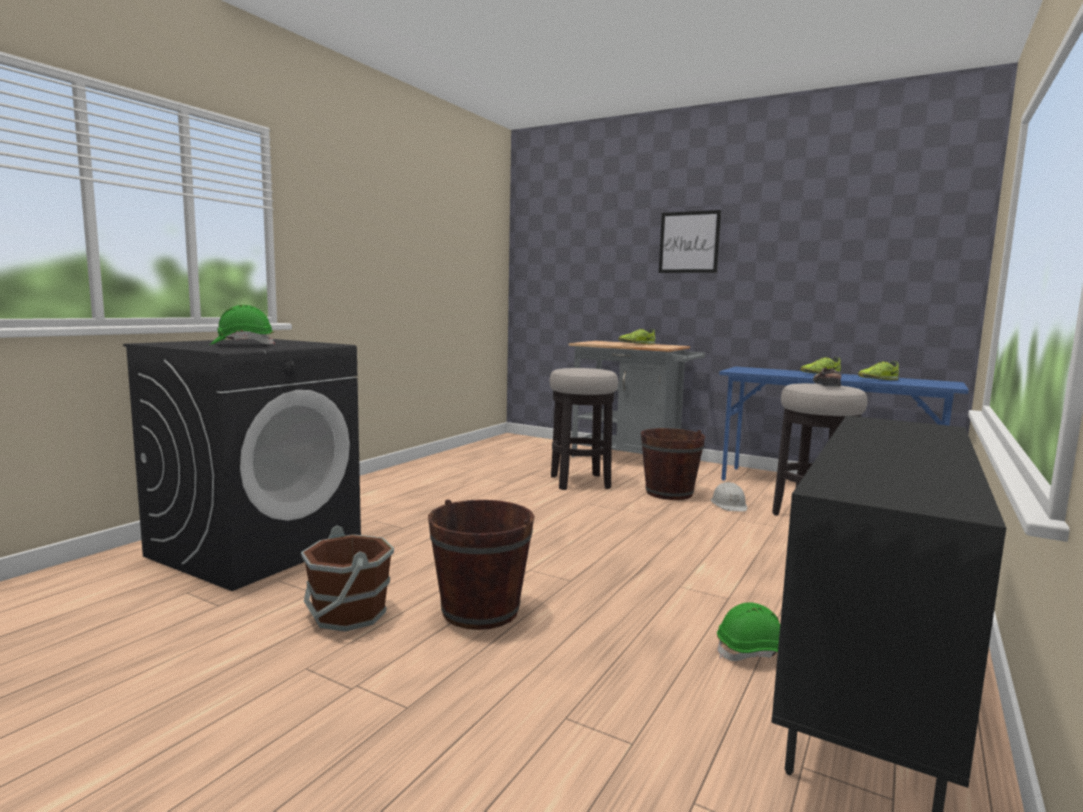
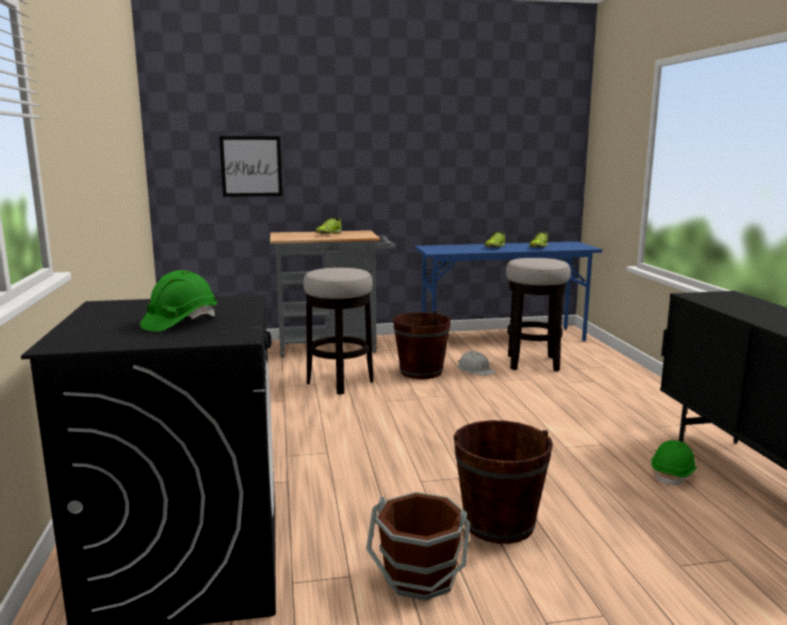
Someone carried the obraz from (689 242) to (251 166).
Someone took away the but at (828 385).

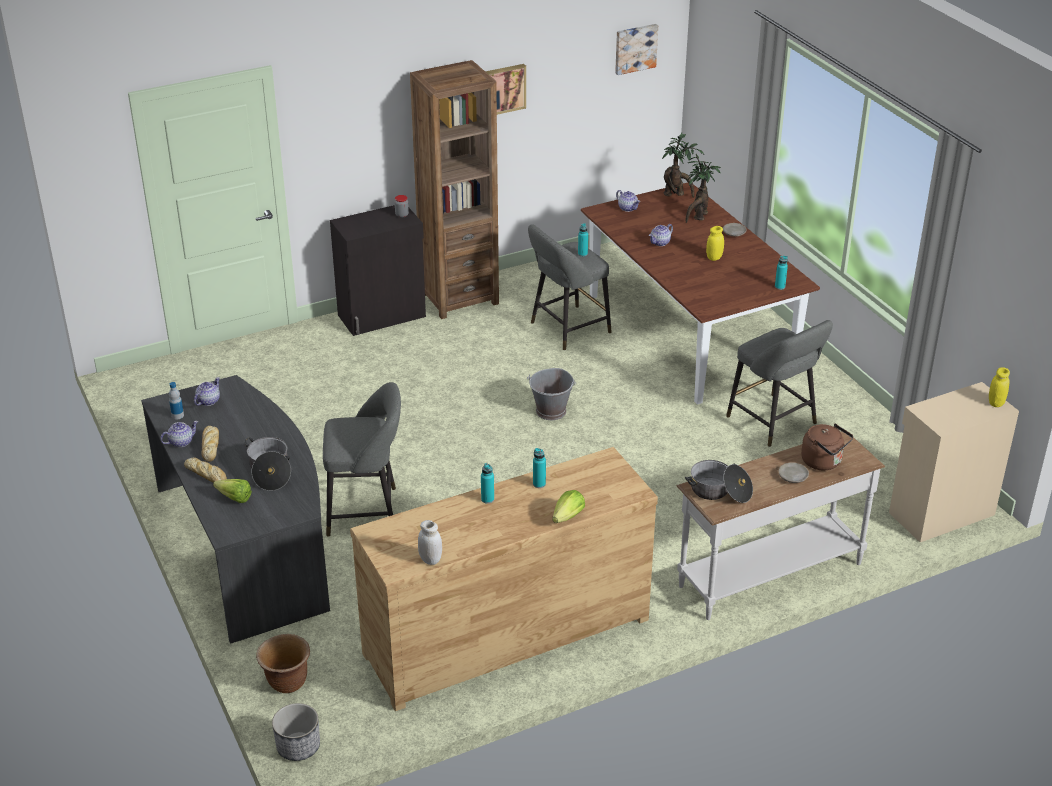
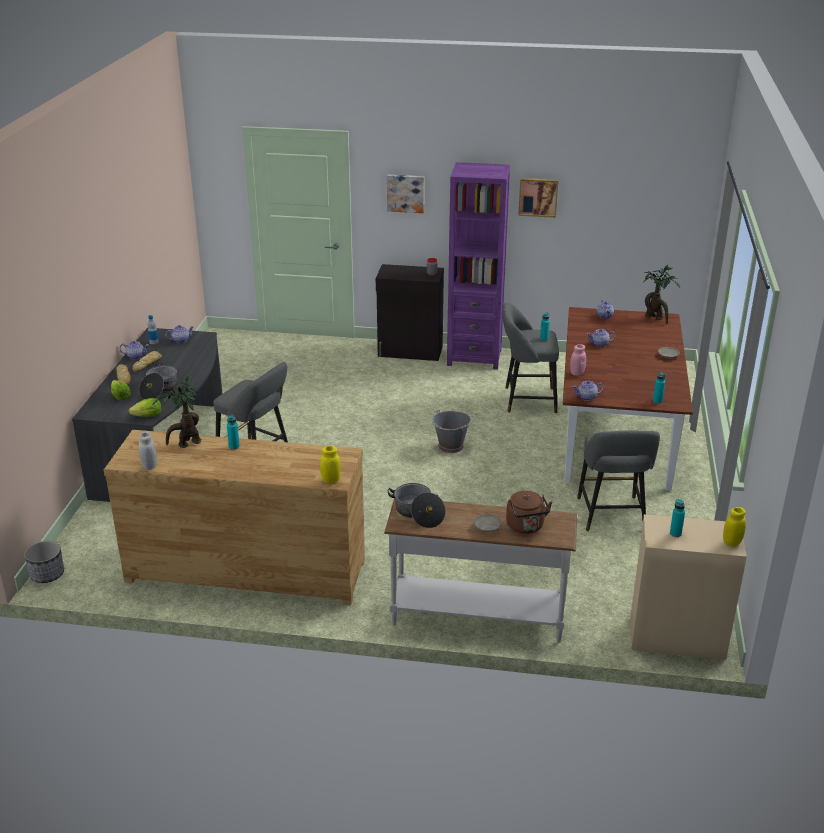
Someone took away the donica/brązowy at (287 683).
Someone repainted the regał/brązowy at (459 298), which became the regał/fioletowy at (474 357).
Someone carried the butelka/turkusowy from (539 484) to (675 533).
Someone carried the sałata from (568 517) to (148 416).
Someone carried the obraz from (635 48) to (405 193).
Someone carried the roślina doniczkowa from (698 217) to (186 444).
Someone carried the słoik/żółty from (714 258) to (330 480).
Someone put down the słoik/różowy at (577 373).
Someone put down the imbryk at (587 397).

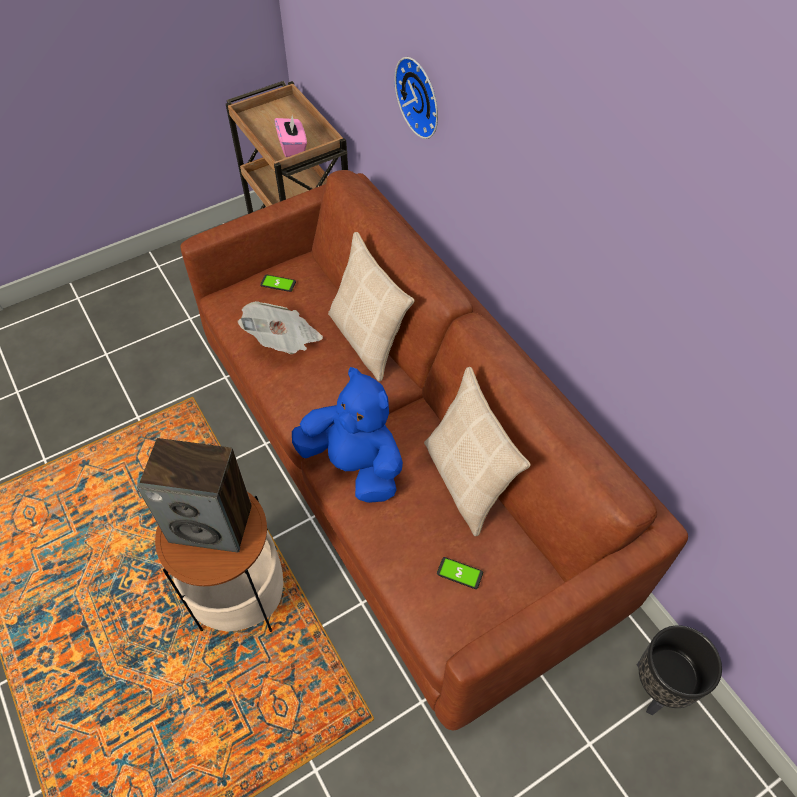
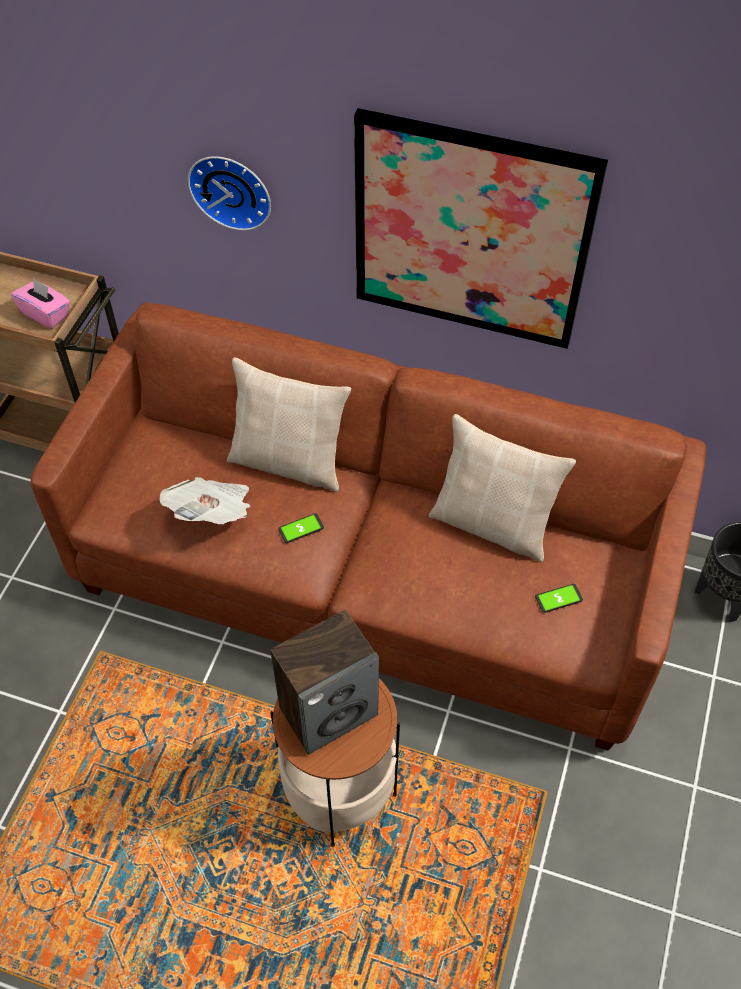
Someone carried the telefon from (278 283) to (301 528).
Someone took away the pluszak/niebieski at (354 465).
Someone put up the obraz at (470 232).

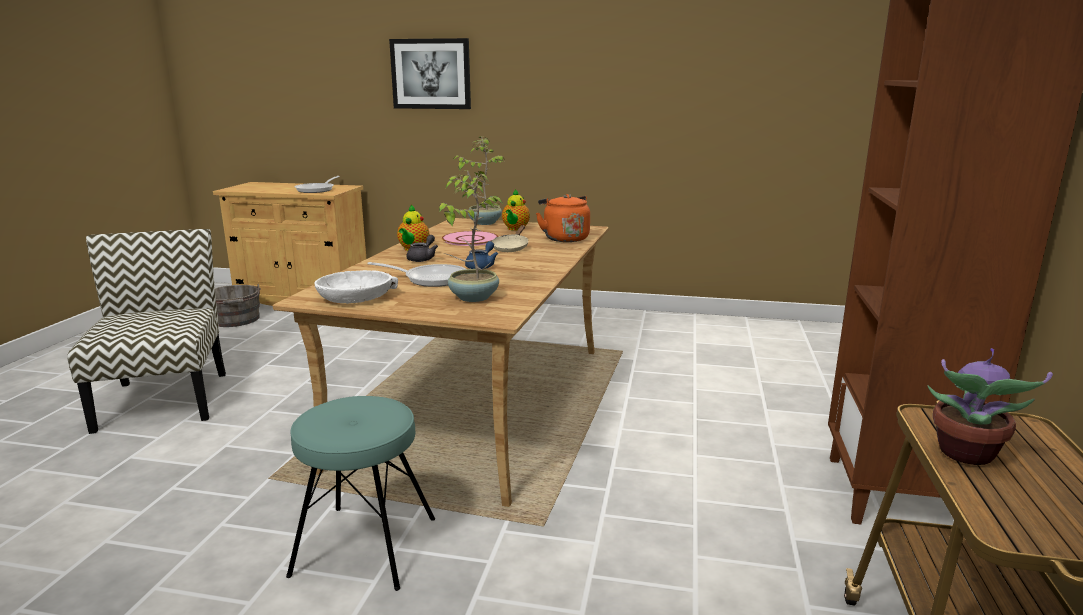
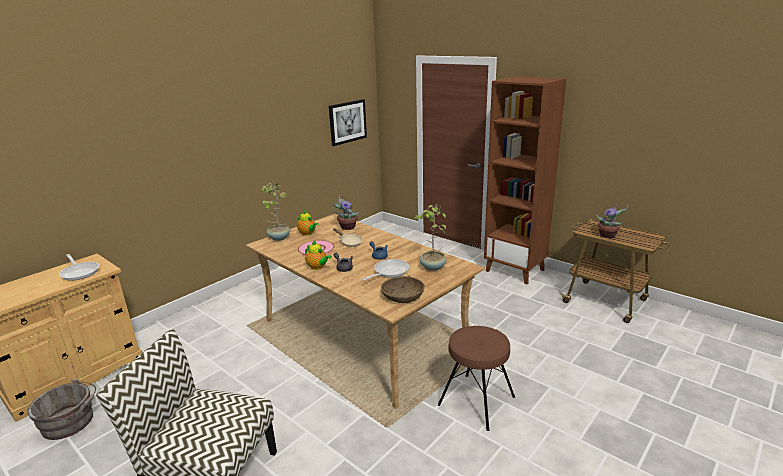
Someone repainted the stołek/turkusowy at (365 546), which became the stołek/brązowy at (476 401).
Someone repainted the miska/biały at (355 297), which became the miska/brązowy at (402 295).
Someone carried the obraz from (431 74) to (347 122).
Someone swapped the czajnik/pomarańczowy at (564 238) for the roślina doniczkowa at (347 227).

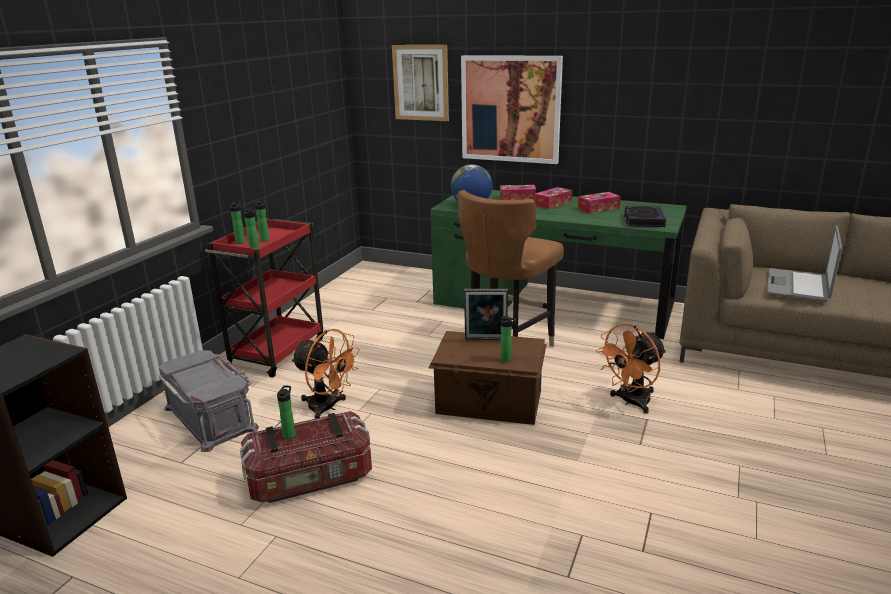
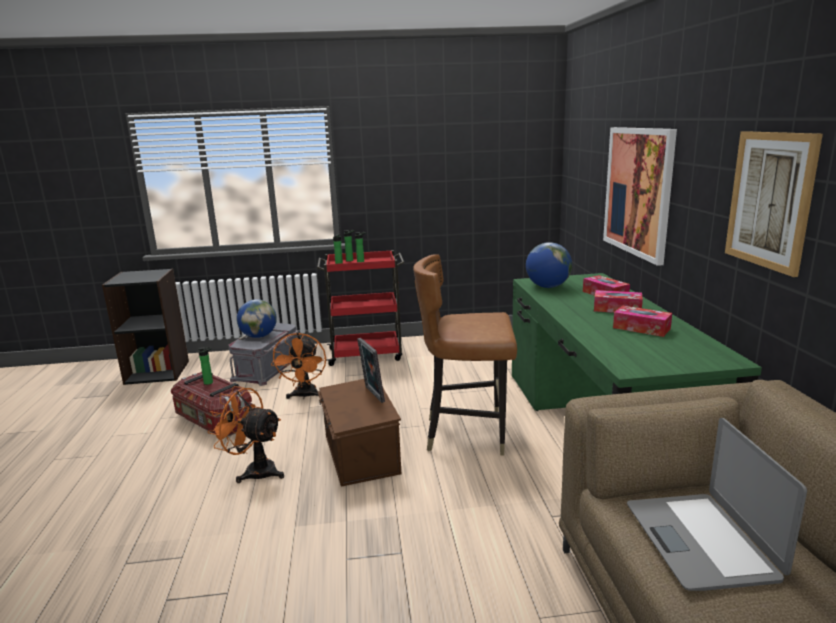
Someone carried the obraz from (421 83) to (769 200).
Someone took away the butelka at (507 359).
Someone carried the wentylator/pomarańczowy from (630 402) to (254 471).
Someone took away the książka at (643 220).
Someone rotated the laptop at (798 286) by 90 degrees counterclockwise.
Someone put down the globus at (259 336).

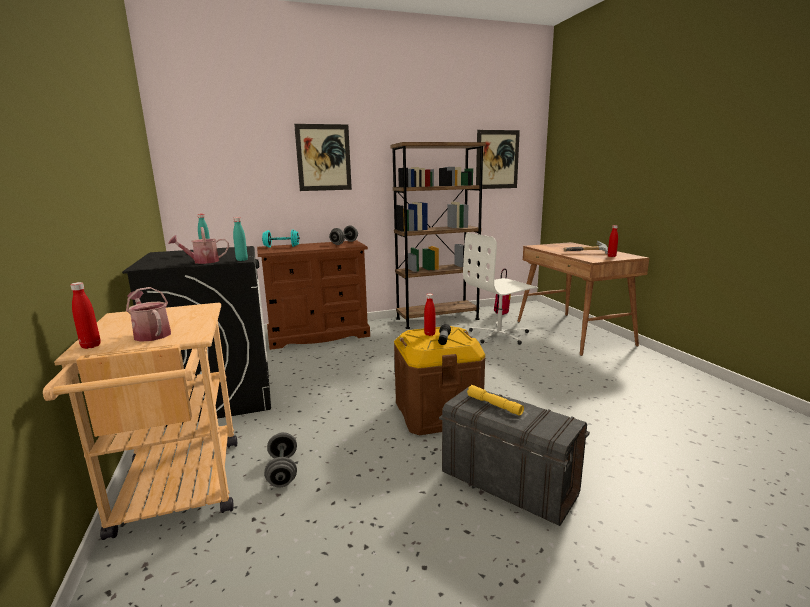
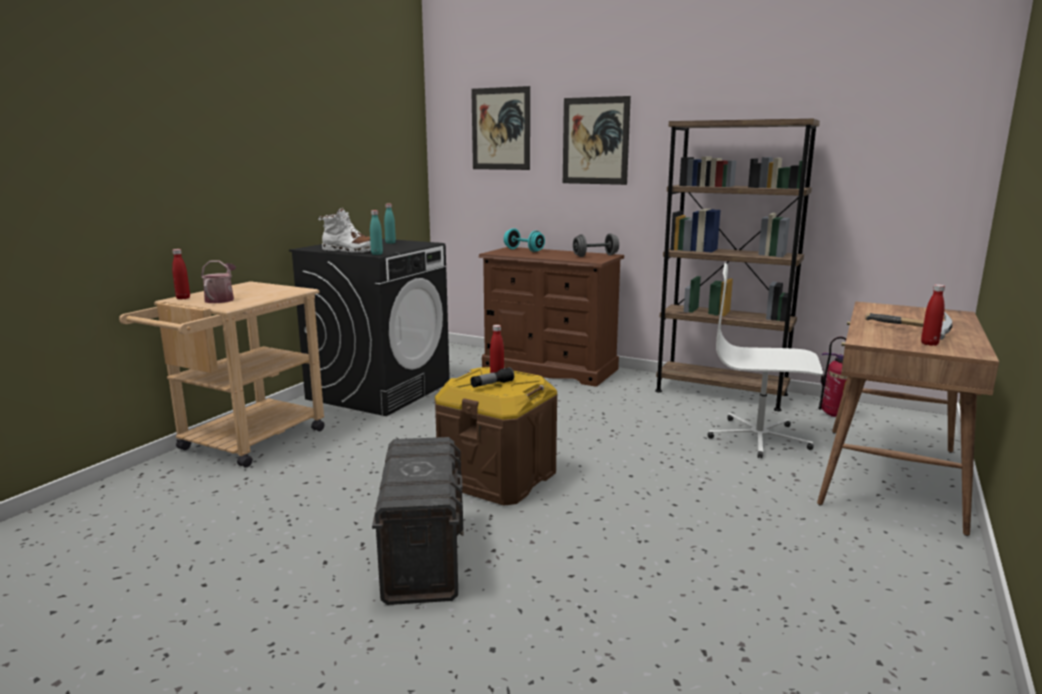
Someone swapped the konewka at (202 262) for the but z cholewką/biały at (351 251).
Someone took away the hantel/szary at (282 471).
Someone took away the latarka/żółty at (494 405).
Someone carried the obraz from (497 159) to (500 129).

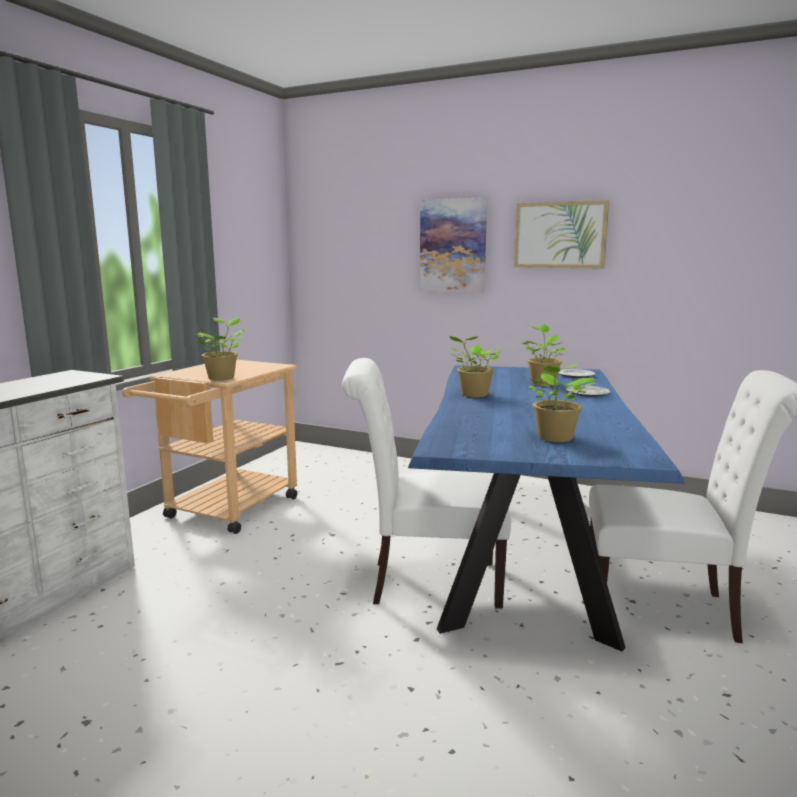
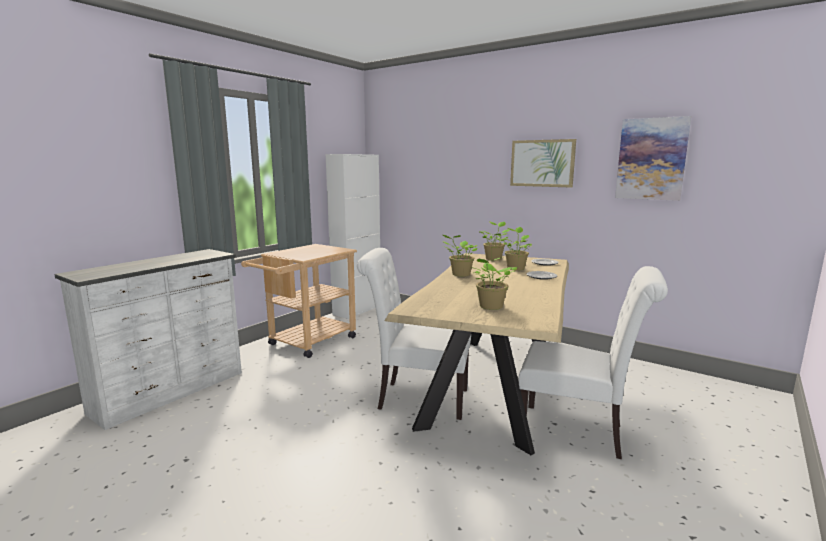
Someone carried the roślina doniczkowa from (222 377) to (494 258).
Someone repainted the stół jadalny/niebieski at (524 552), which became the stół jadalny/beżowy at (492 384).
Someone carried the obraz from (453 246) to (651 159).
Someone put down the szafka/biały at (357 310).

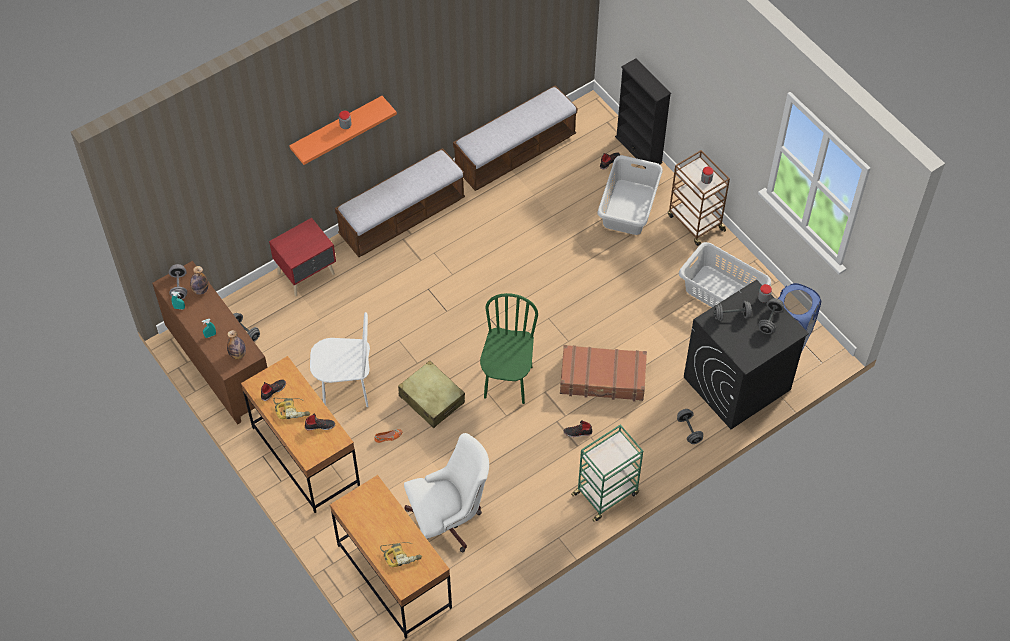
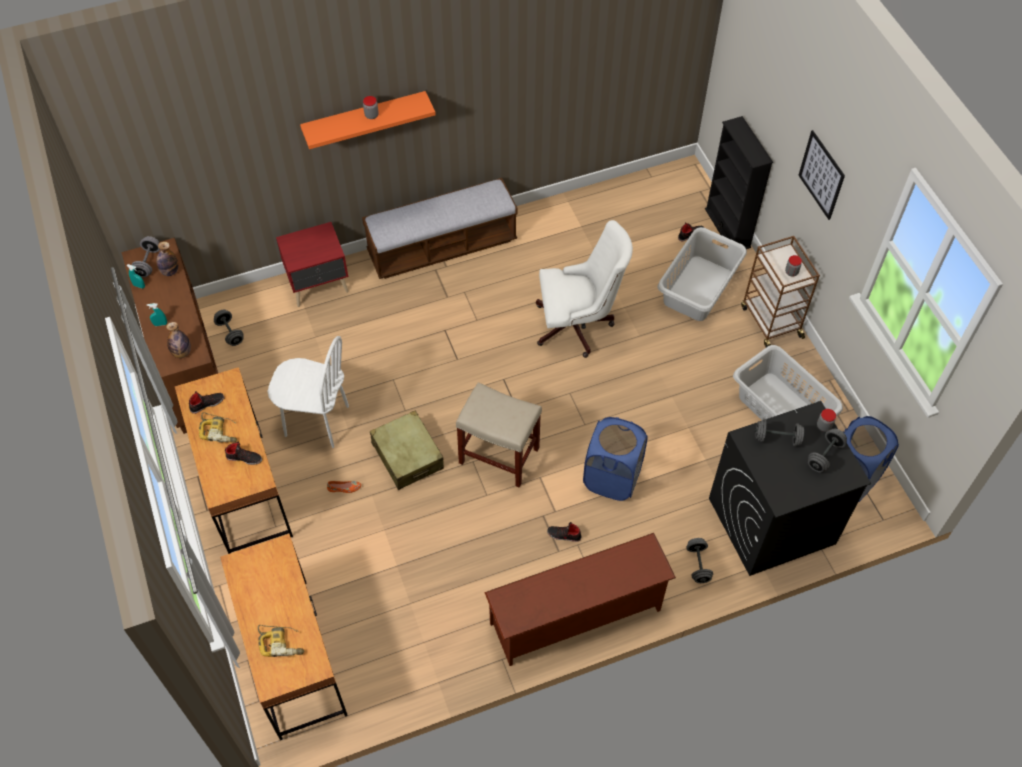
Someone carried the krzesło biurowe/biały from (448 521) to (578 326).
Someone took away the ławka at (515 153).
Someone swapped the krzesło/zielony at (507 382) for the stołek/beżowy at (500 456).
Someone swapped the walizka/brązowy at (603 379) for the kosz na pranie/niebieski at (612 478).
Someone swapped the wózek/zielony at (606 493) for the regał na buty/brązowy at (576 618).
Someone put up the obraz at (821 175).

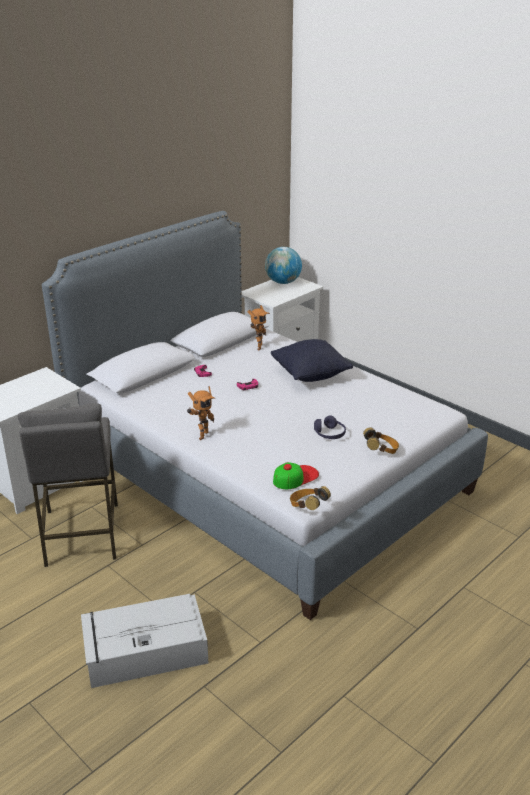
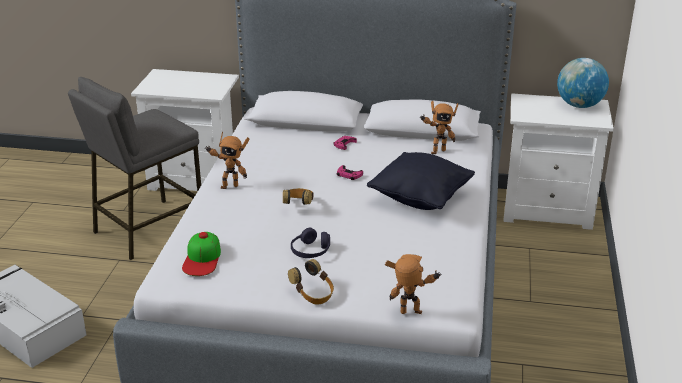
Someone rotated the czapka z daszkiem at (295 477) by 75 degrees clockwise.
Someone carried the słuchawki from (307 507) to (298 205).
Someone put down the robot zabawkowy at (411 315).

